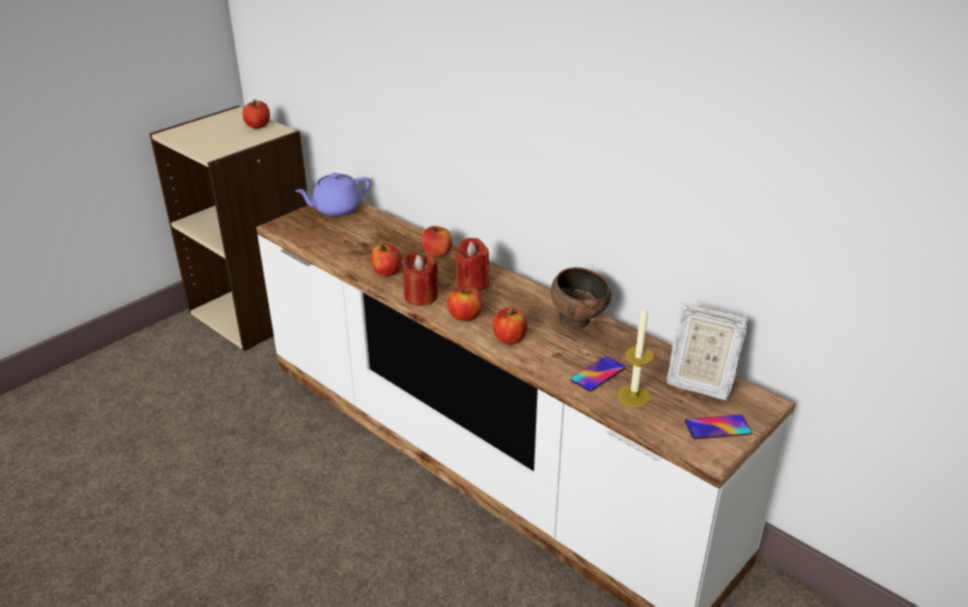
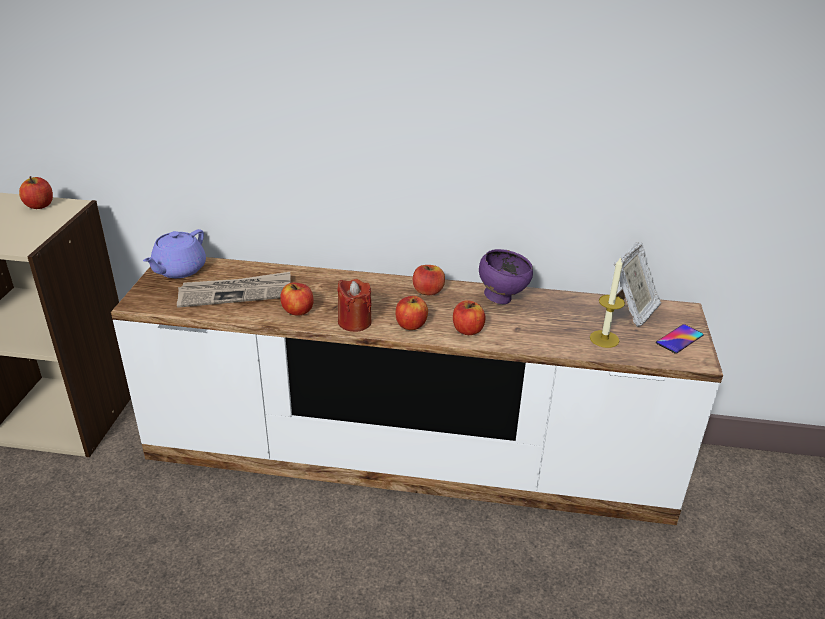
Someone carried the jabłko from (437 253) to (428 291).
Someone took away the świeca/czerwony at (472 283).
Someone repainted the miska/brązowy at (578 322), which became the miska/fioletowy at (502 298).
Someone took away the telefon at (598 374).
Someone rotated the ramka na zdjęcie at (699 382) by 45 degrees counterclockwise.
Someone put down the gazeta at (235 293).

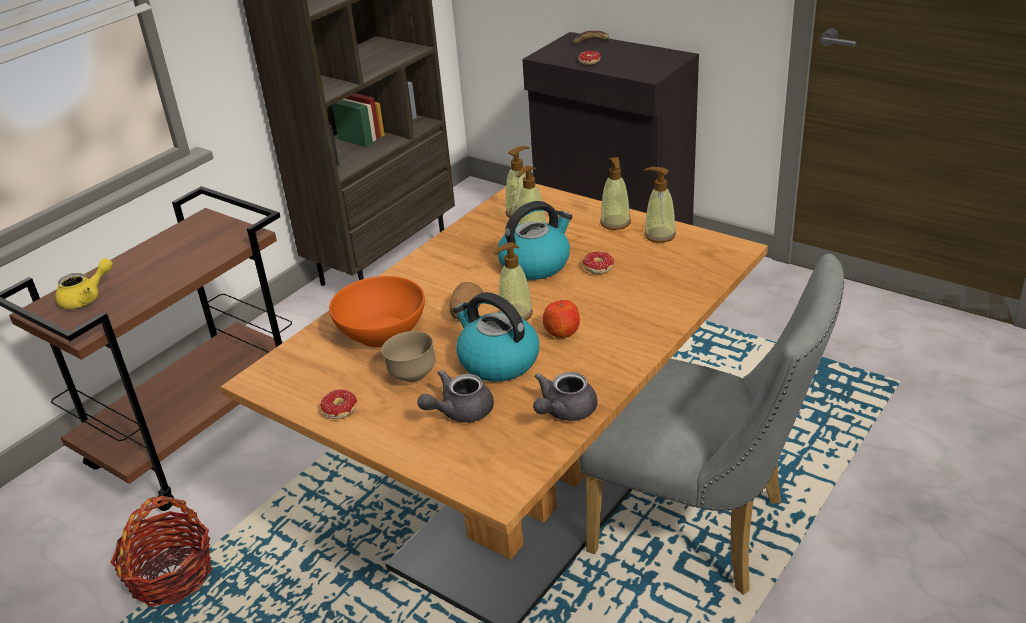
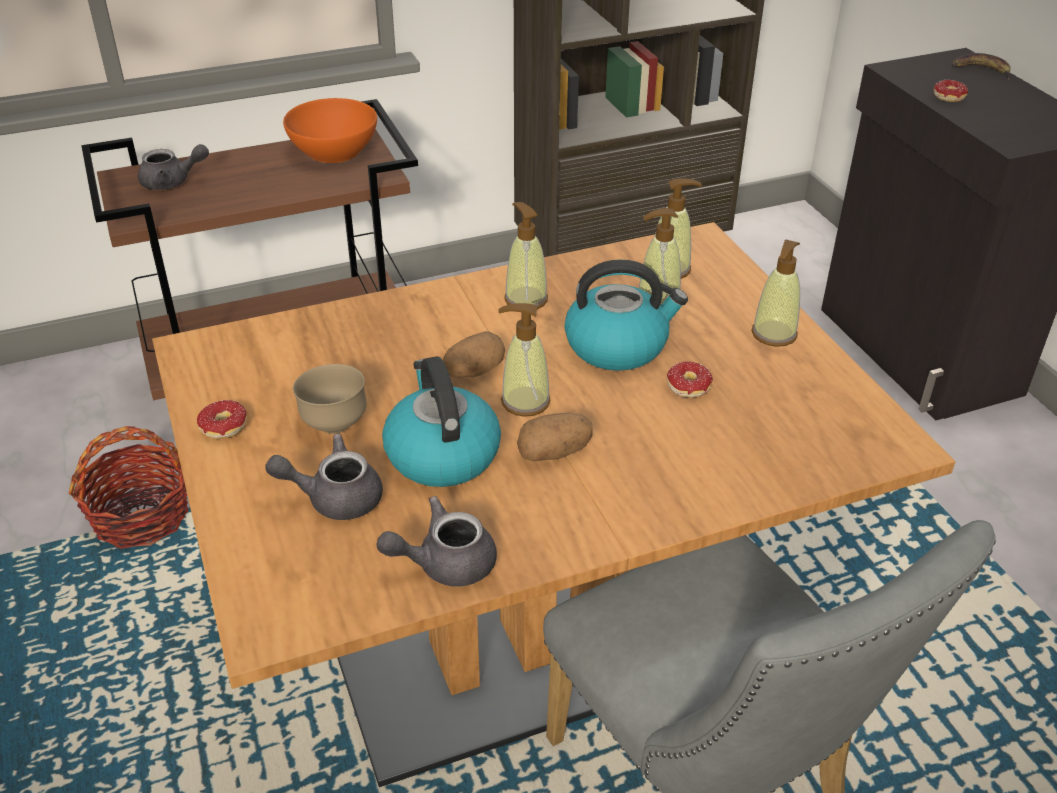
Someone repainted the imbryk/żółty at (86 298), which became the imbryk/szary at (172 182).
Someone carried the miska/pomarańczowy from (381 332) to (333 151).
Someone swapped the jabłko at (562 331) for the ziemniak at (554 452).
Someone carried the dozownik mydła from (659 235) to (525 299).

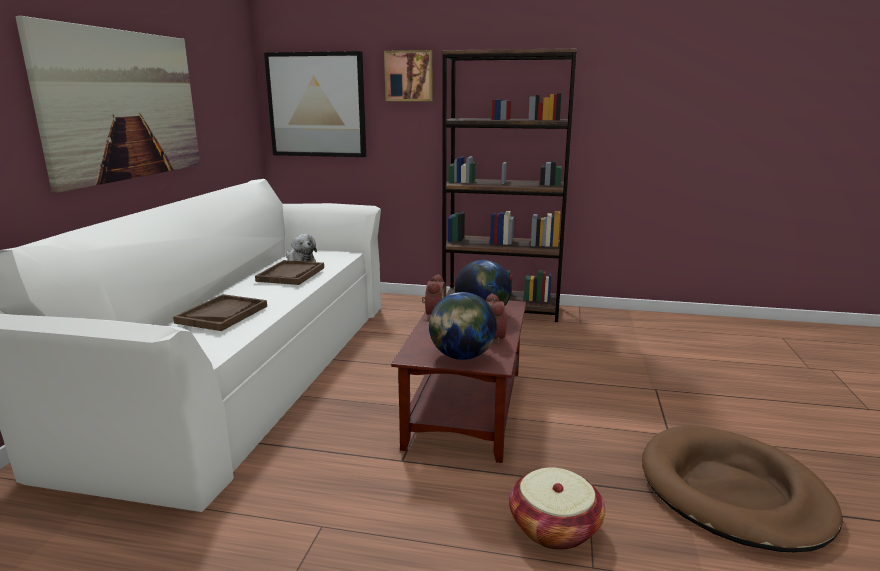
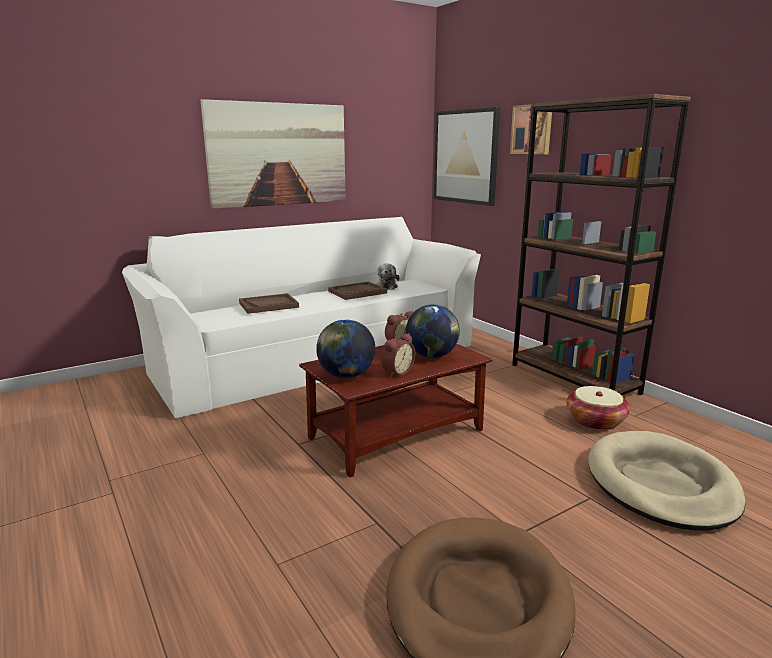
Someone carried the koszyk from (554 527) to (595 421).
Someone put down the legowisko/beżowy at (660 484).

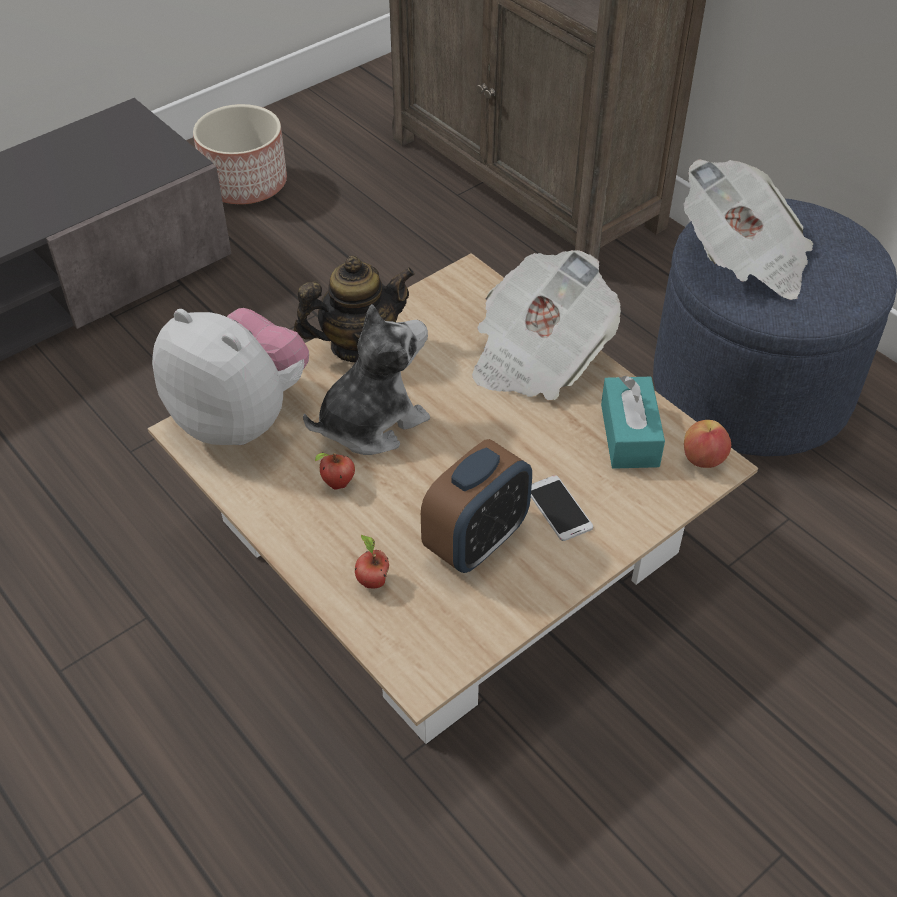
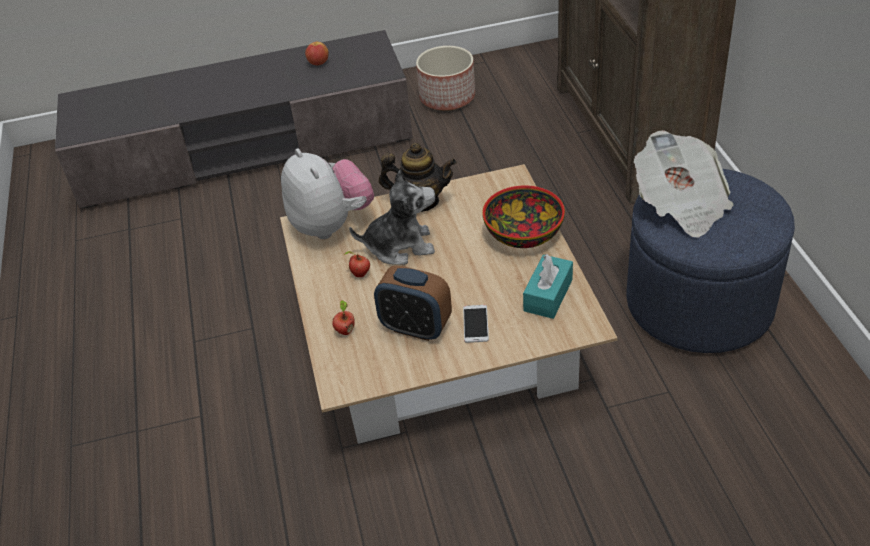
Someone rotated the budzik at (476 541) by 45 degrees clockwise.
Someone swapped the gazeta at (537 355) for the miska at (523 234).
Someone carried the jabłko from (703 459) to (318 63).

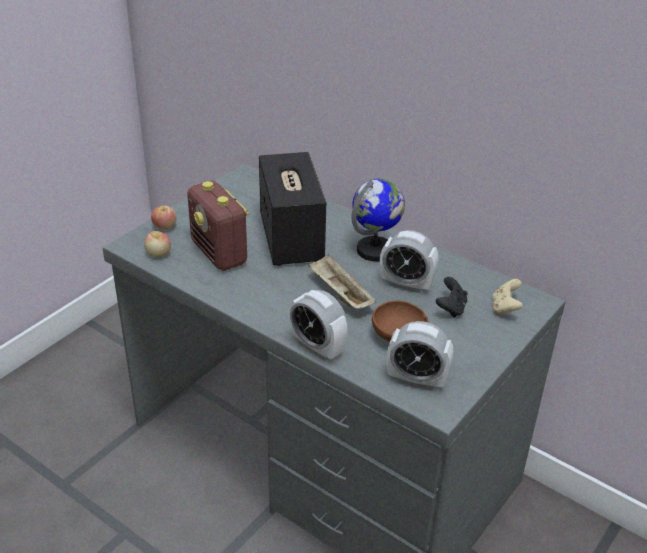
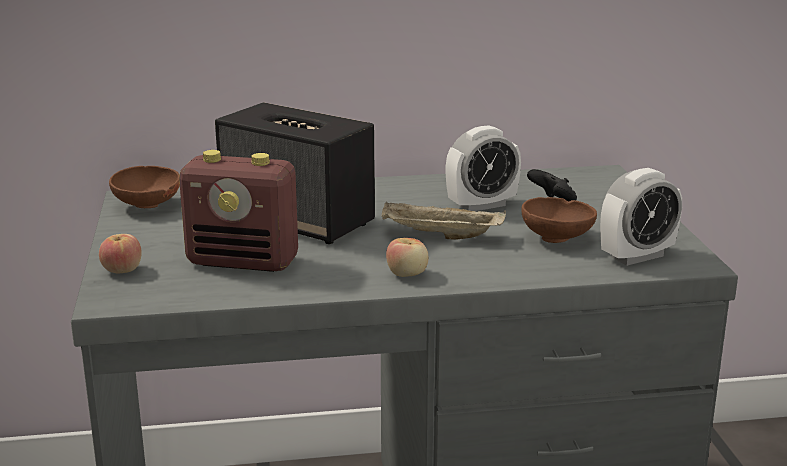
Someone carried the jabłko from (158 254) to (407 274).
Someone took away the budzik at (317 347).
Someone took away the globus at (375 250).
Someone took away the pad do gier/beżowy at (505 308).
Someone put down the miska/brązowy at (146 206).

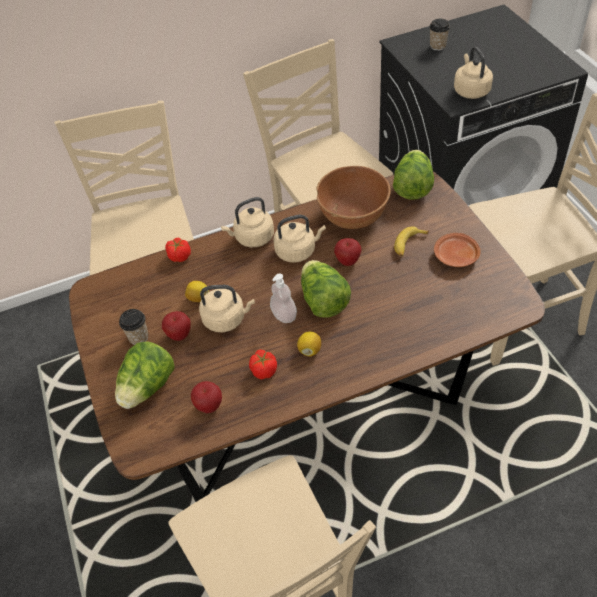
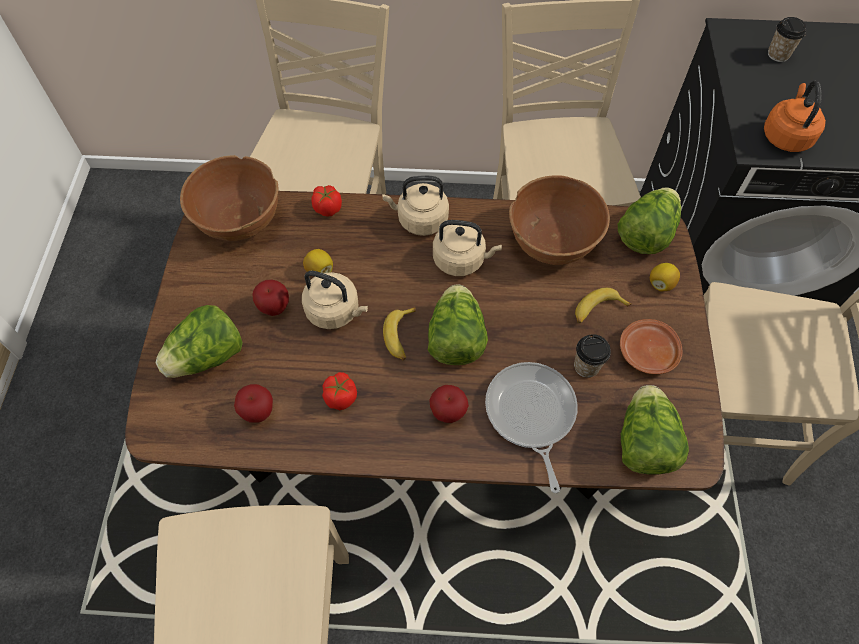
Someone carried the filiżanka from (138 337) to (586 366).
Someone swapped the dozownik mydła at (284 315) for the banan at (401 336).
Someone carried the cytryna from (309 350) to (660 284).
Someone carried the jabłko from (348 261) to (448 413).
Someone repainted the czajnik/beżowy at (470 90), which became the czajnik/pomarańczowy at (786 136).
Someone put down the miska/brązowy at (239 219).
Someone put down the patelnia at (530 414).
Someone put down the sałata at (643 443).

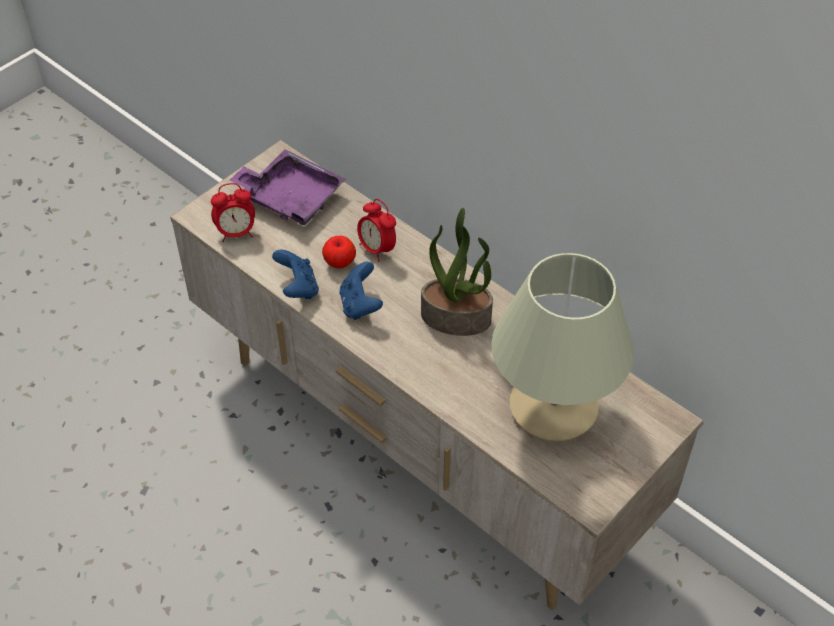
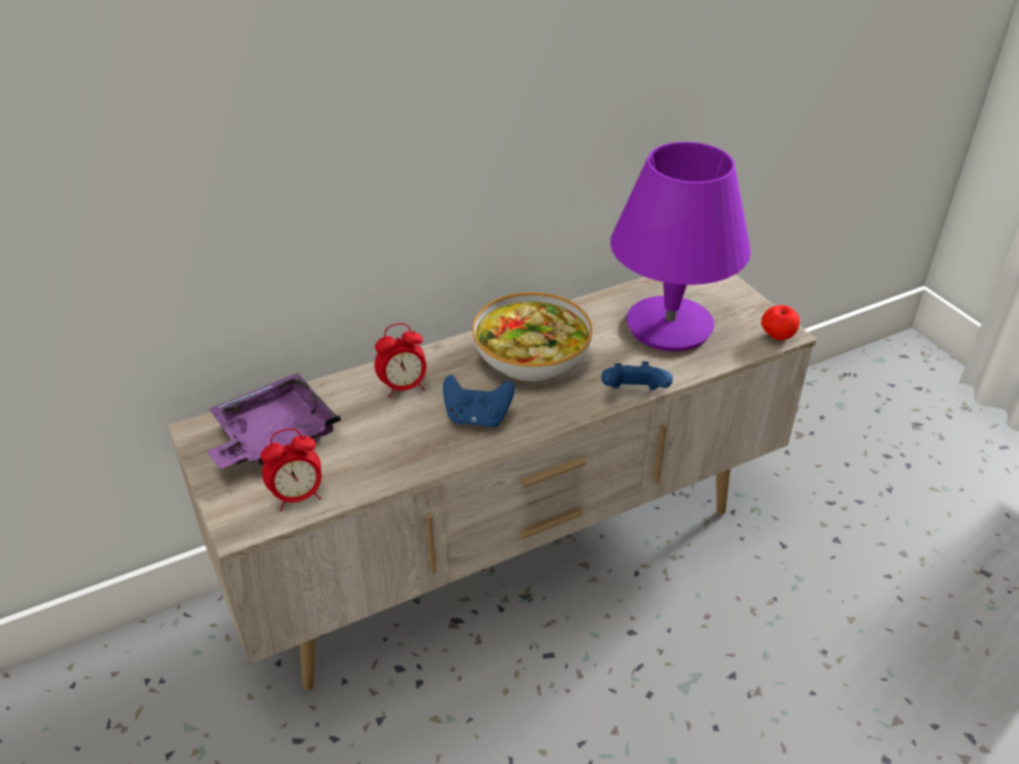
Someone rotated the budzik at (236 233) by 60 degrees clockwise.
Someone carried the pad do gier/niebieski from (298 288) to (634 394).
Someone carried the jabłko from (339 262) to (777 336).
Someone swapped the roślina doniczkowa at (457 317) for the miska at (531 355).
Someone repainted the lampa stołowa/beżowy at (552 406), which became the lampa stołowa/fioletowy at (668 326).

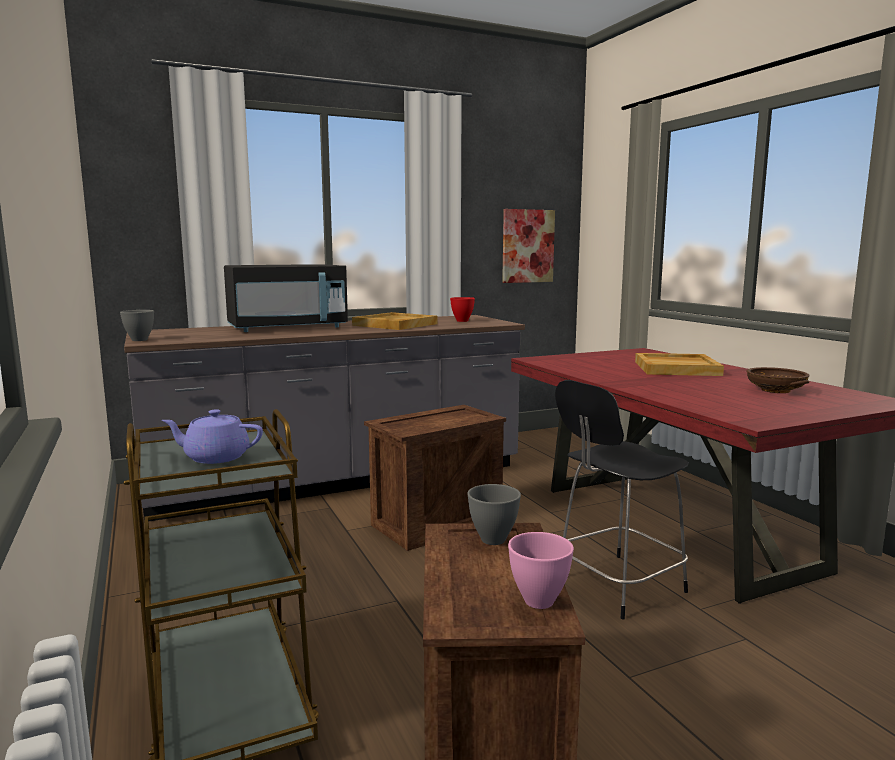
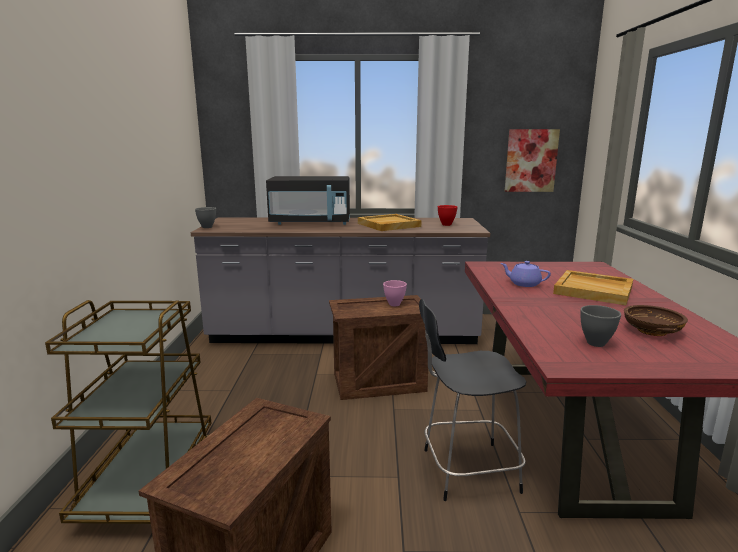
Someone carried the imbryk/fioletowy from (215 457) to (524 284).
Someone carried the miska/szary from (494 539) to (597 343).
Someone carried the miska/różowy from (537 601) to (394 304).

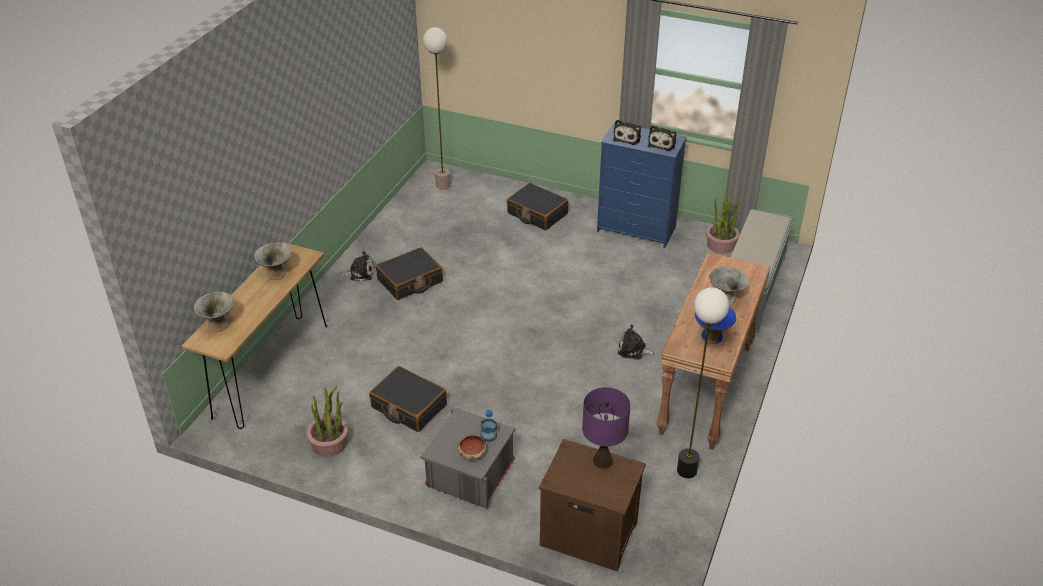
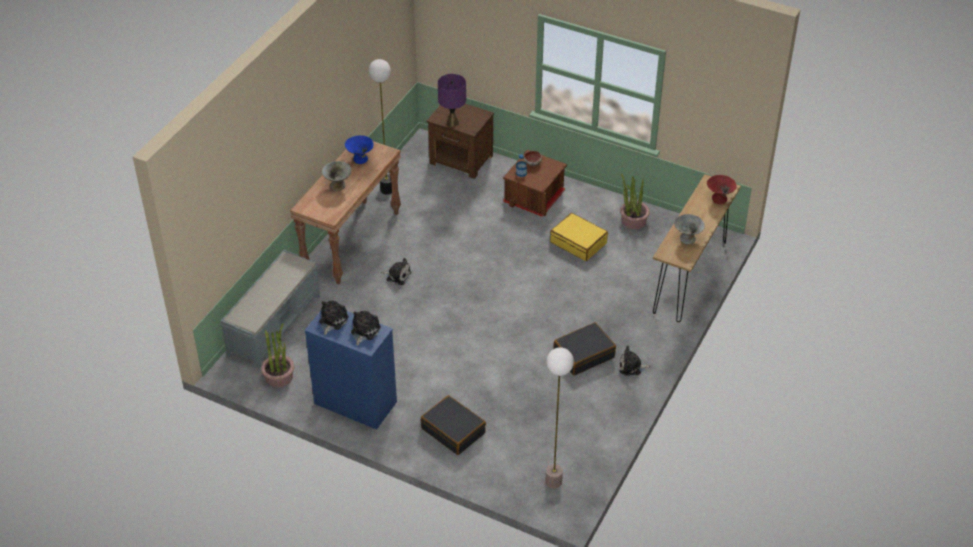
Someone repainted the miska/szary at (218 324), which became the miska/czerwony at (719 199).
Someone repainted the walizka/czarny at (408 406), which became the walizka/żółty at (578 242).
Someone repainted the pojemnik do przechowywania/szary at (469 474), which became the pojemnik do przechowywania/brązowy at (535 196).

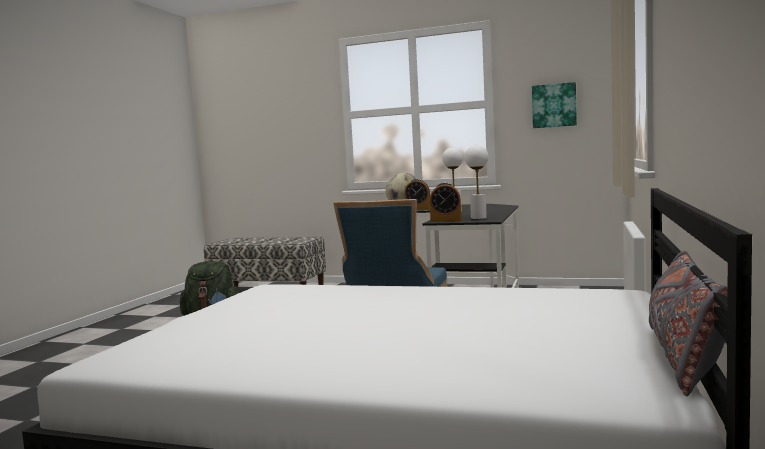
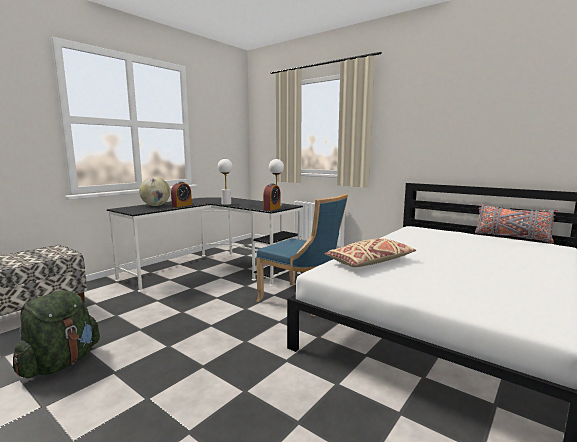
Someone took away the obraz at (554 105).
Someone put down the poduszka/beżowy at (370 262).

